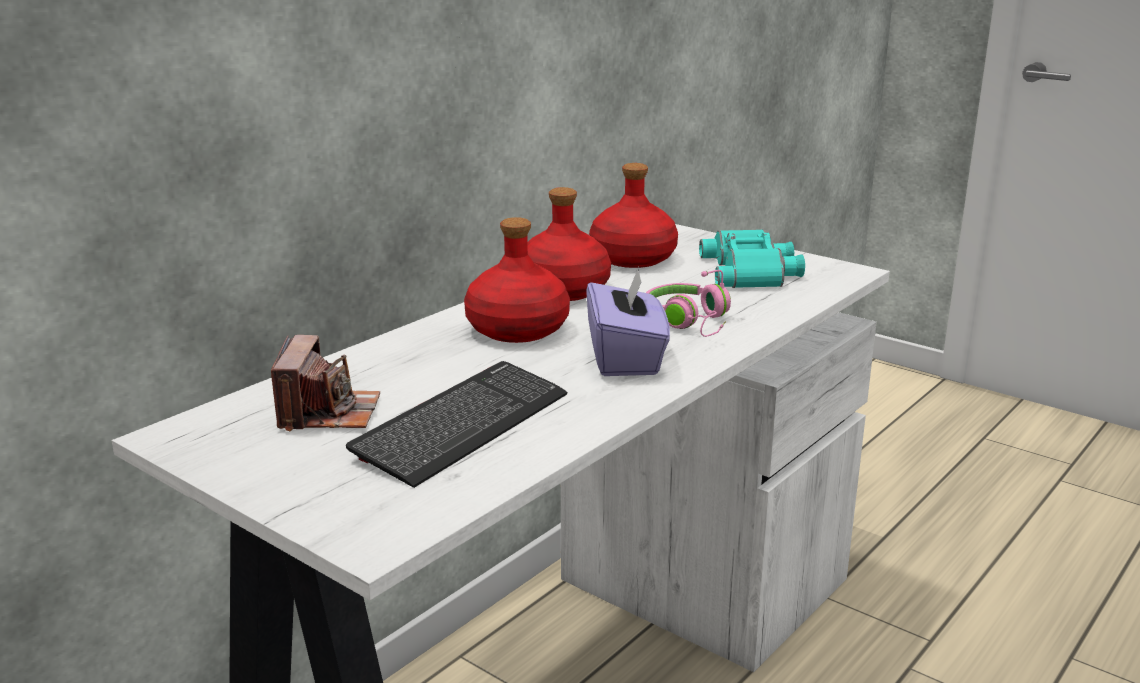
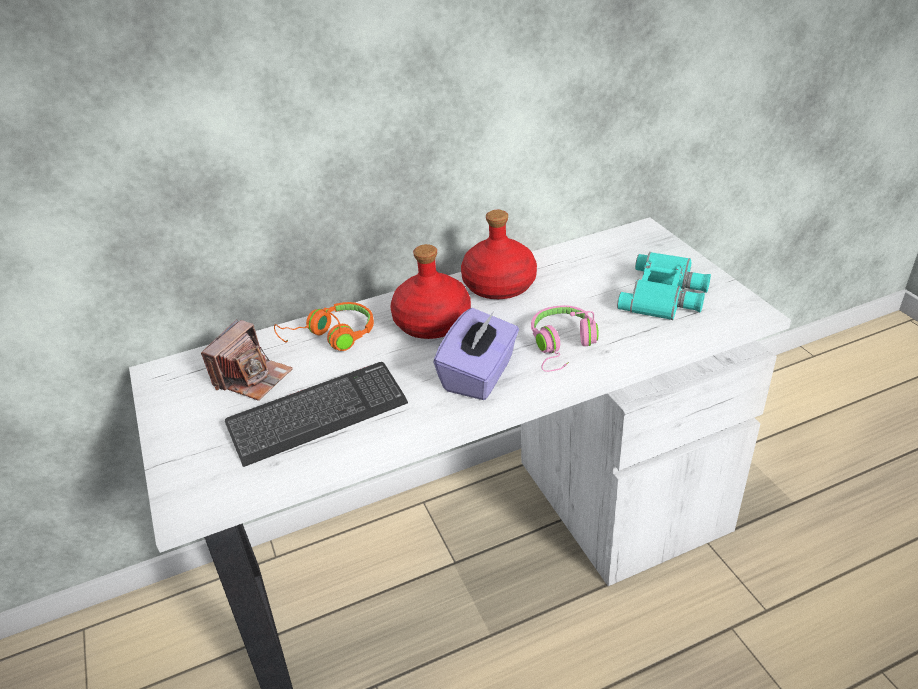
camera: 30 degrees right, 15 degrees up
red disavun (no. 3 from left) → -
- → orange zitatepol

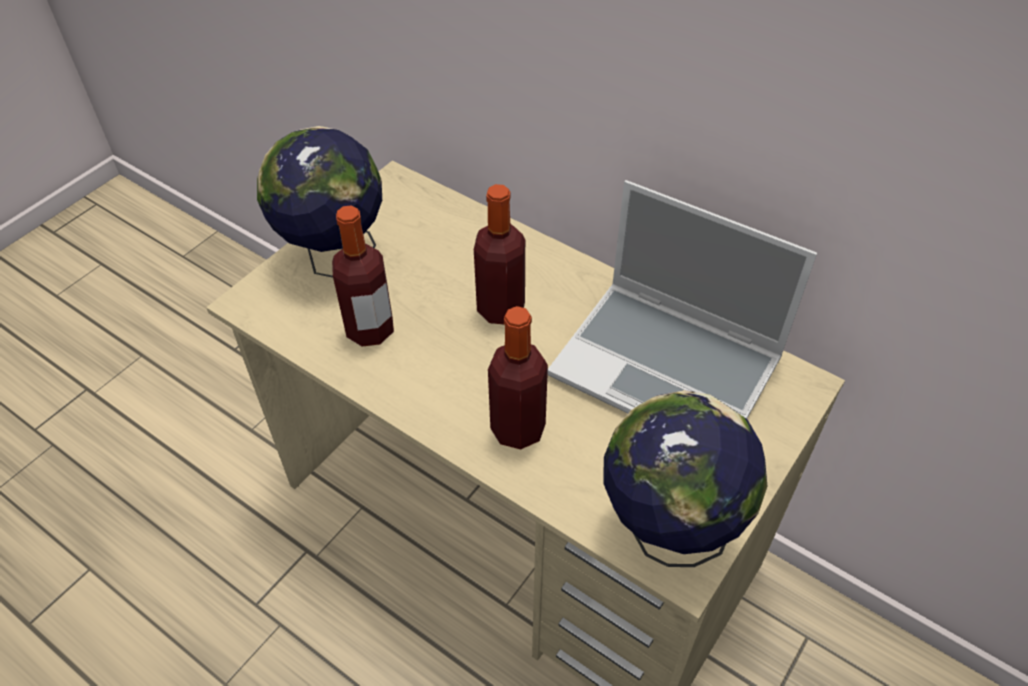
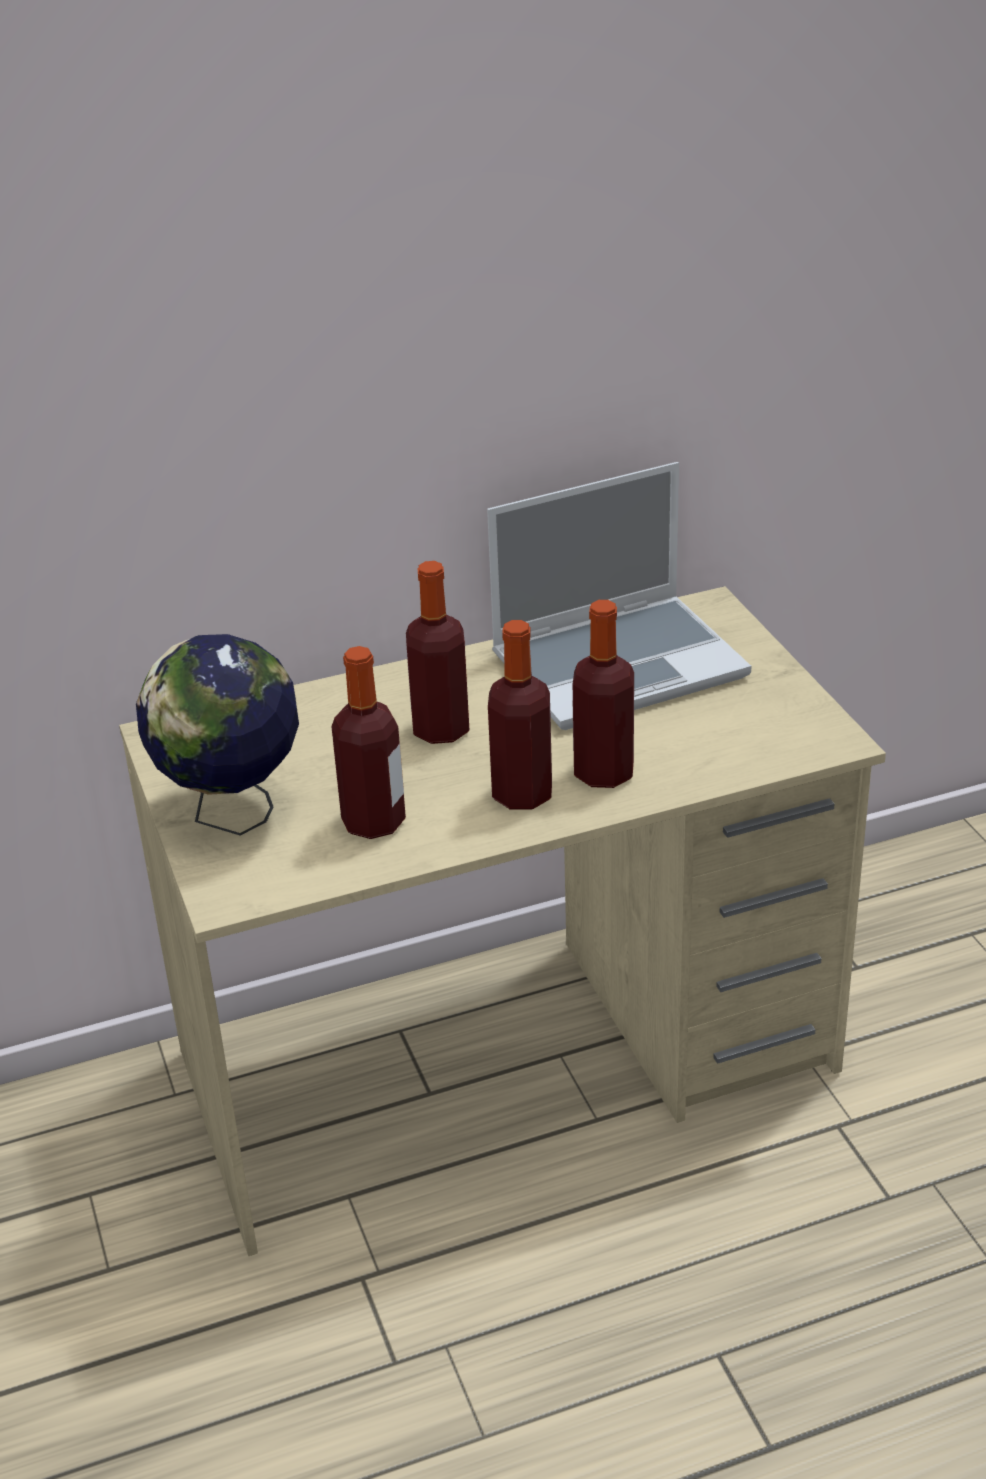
camera: 55 degrees left, 15 degrees down
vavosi (no. 2 from left) → -
- → disavun (no. 3 from left)

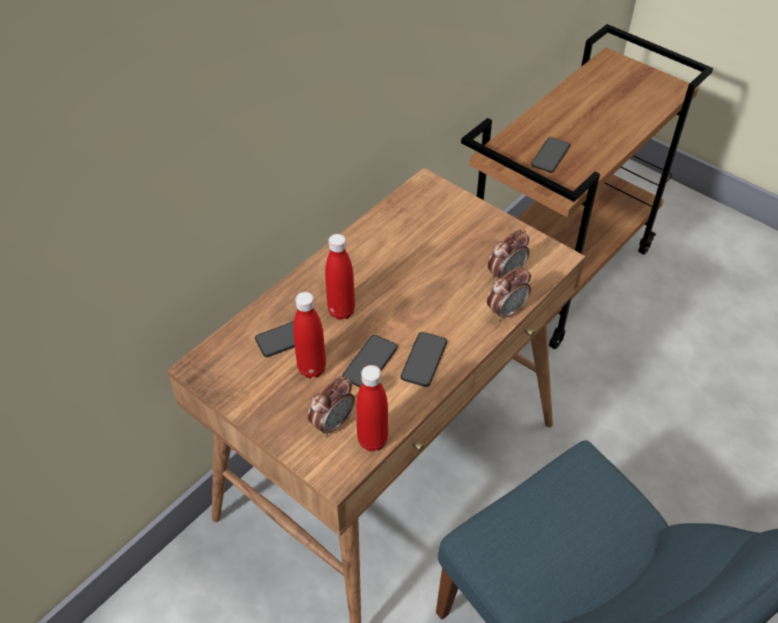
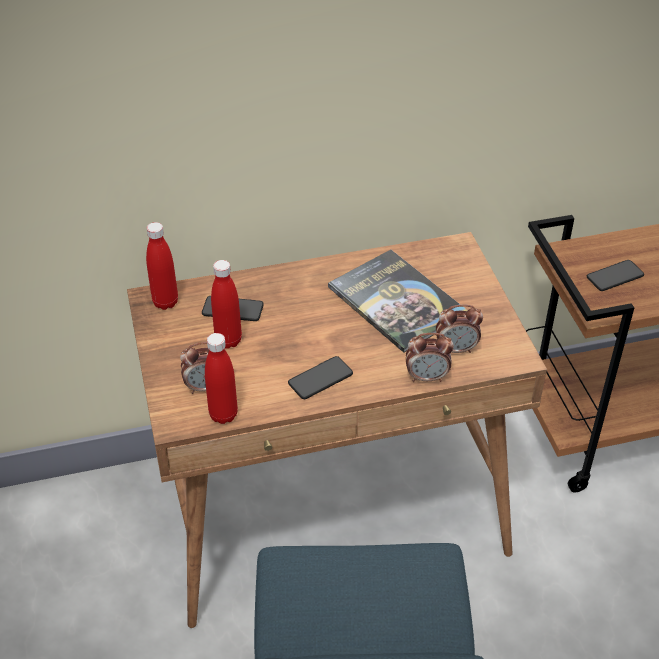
camera: 35 degrees right, 5 degrees down
red disavun (no. 2 from left in the first image) → red disavun (no. 1 from left), shifted
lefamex (no. 2 from left) → -
- → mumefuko

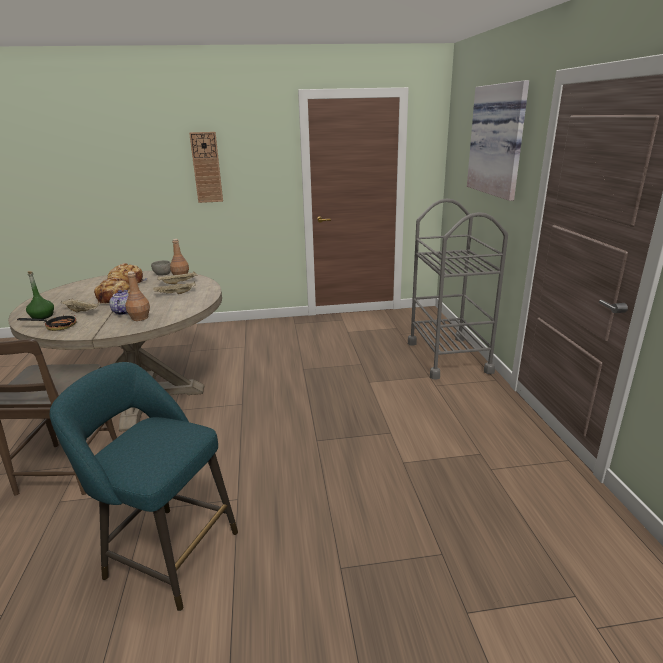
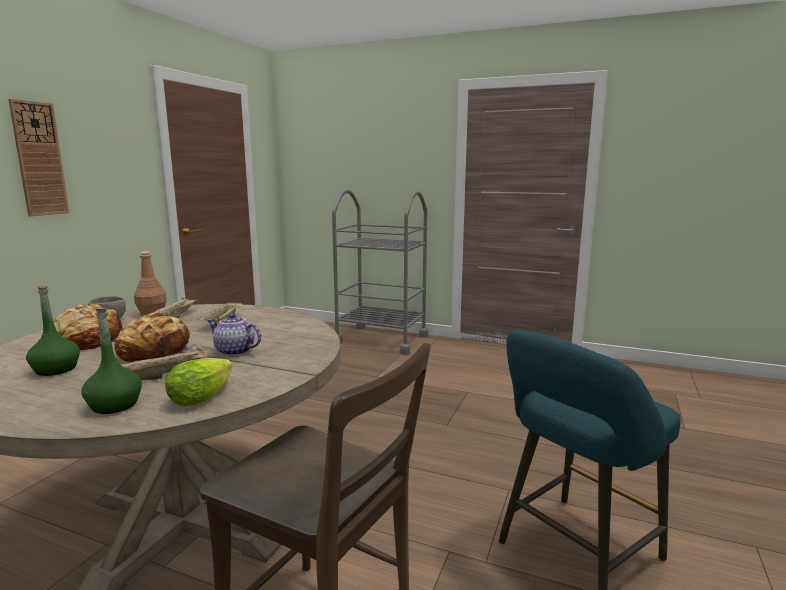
camera: 60 degrees left, 10 degrees down
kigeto → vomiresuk
brown disavun (no. 1 from left) → -
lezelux → -
- → green disavun (no. 1 from left)

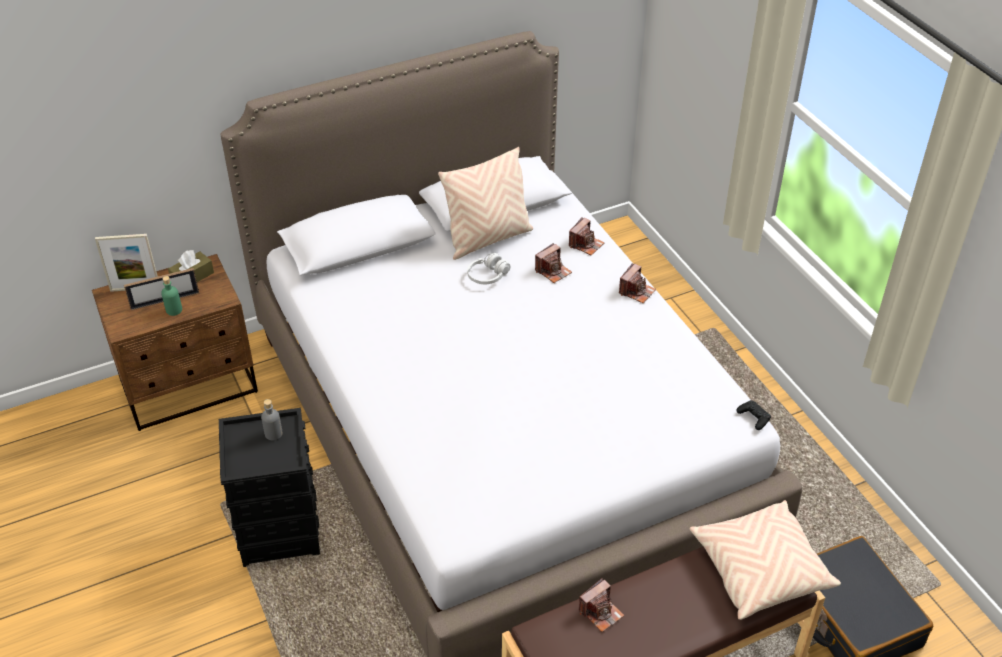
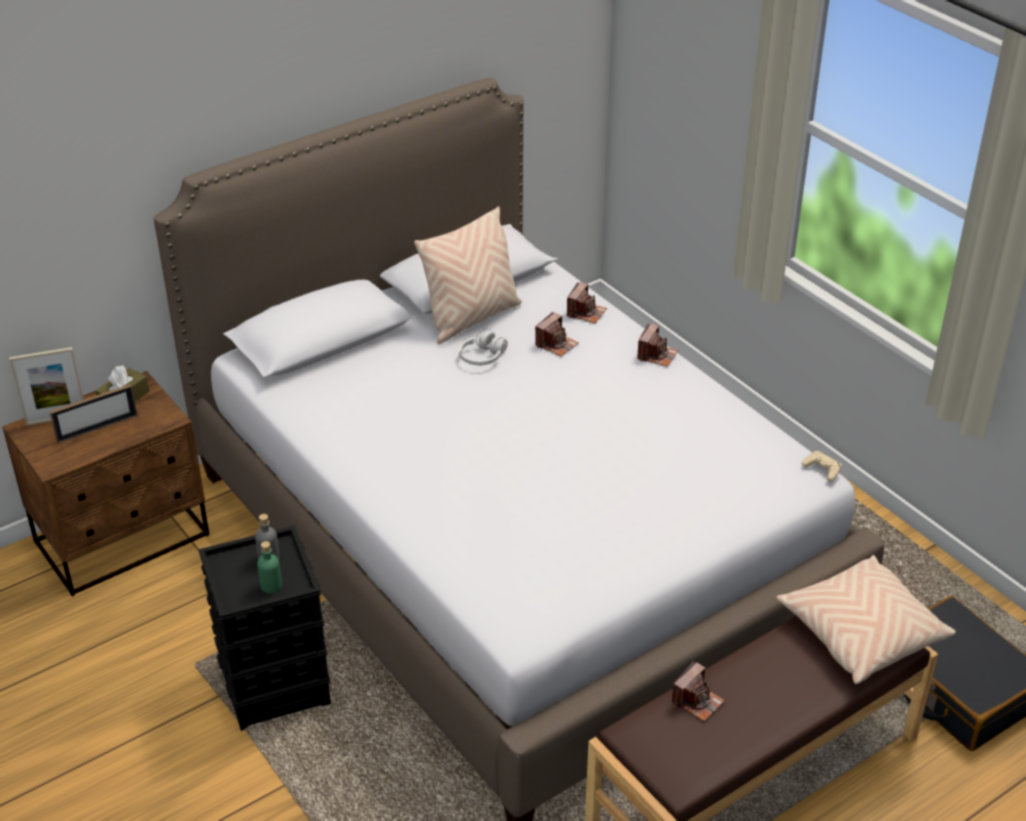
camera: 10 degrees left, 5 degrees down
green disavun, shifted
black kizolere → beige kizolere

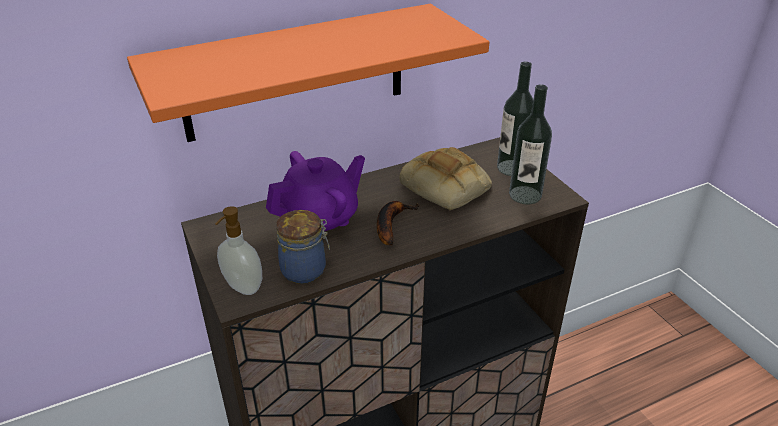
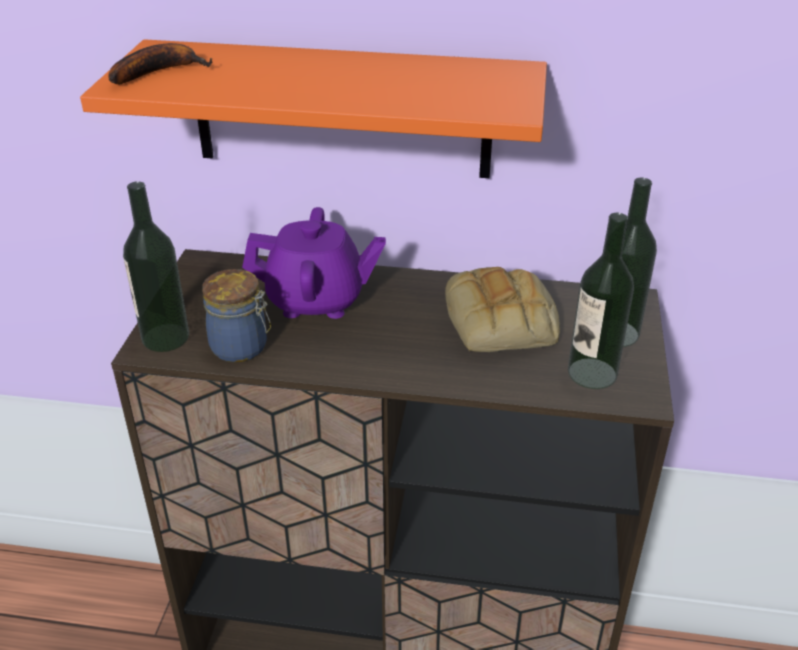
camera: 35 degrees right, 0 degrees up
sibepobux → disavun (no. 1 from left)
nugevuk, shifted

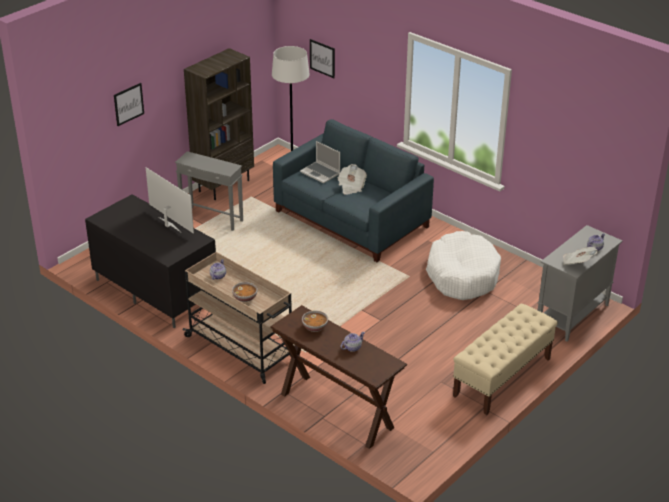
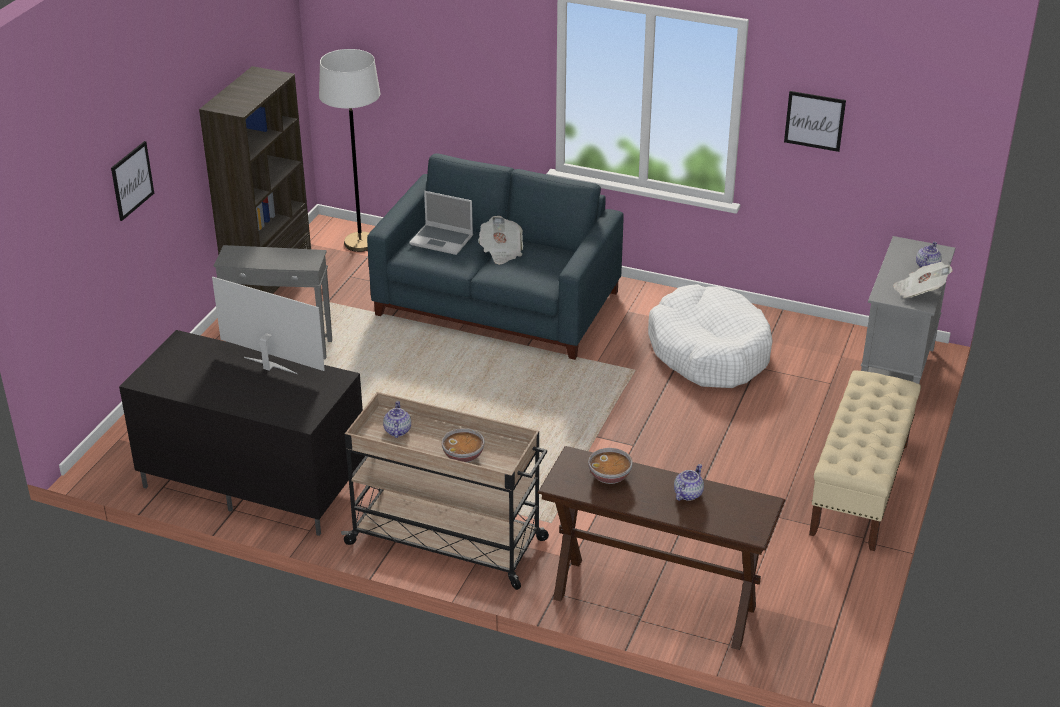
camera: 20 degrees left, 0 degrees up
lezelux (no. 2 from left), shifted

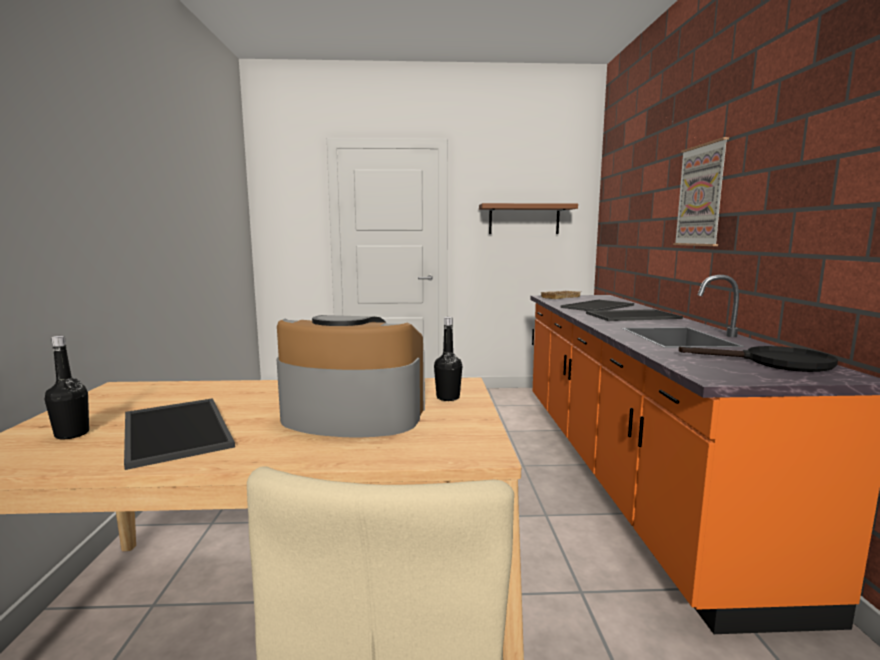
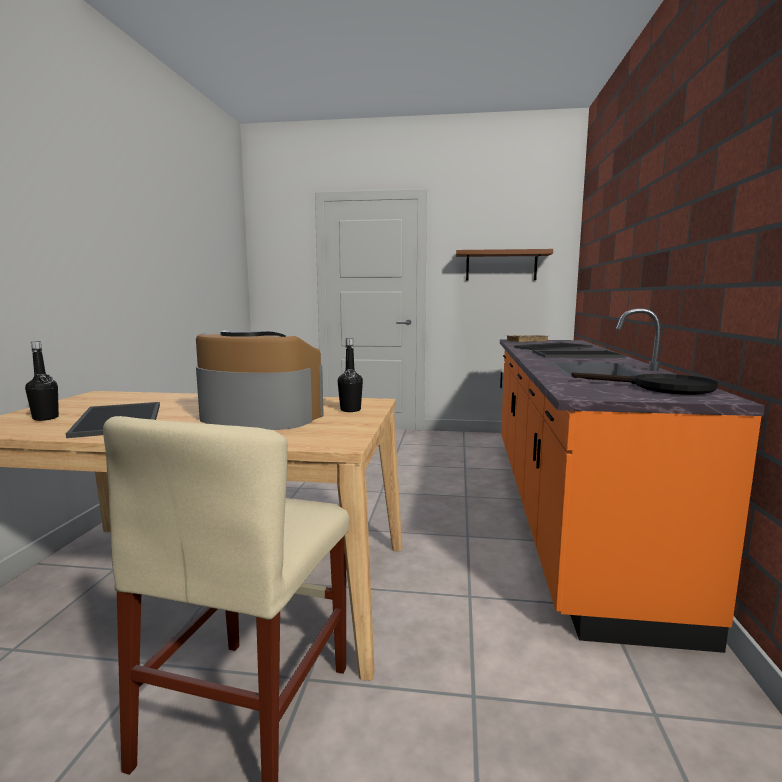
camera: 10 degrees right, 0 degrees up
lezelux → -

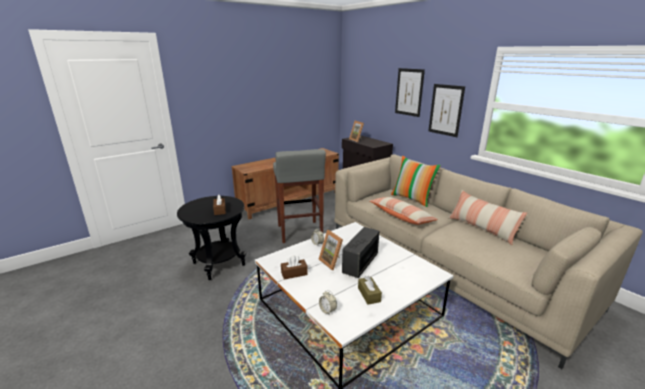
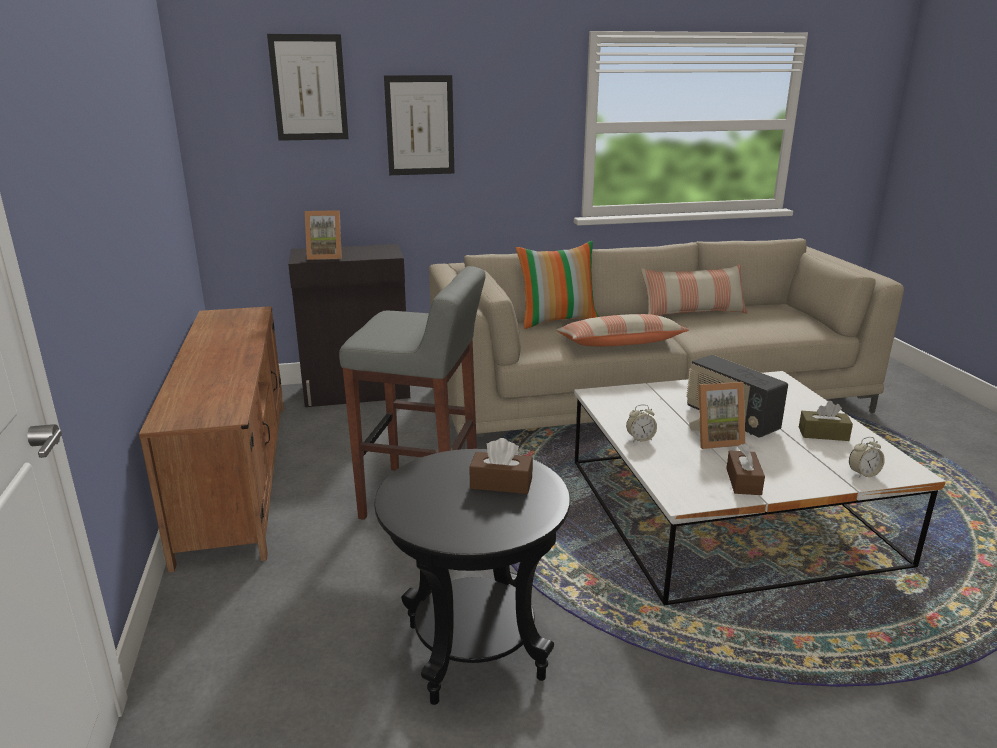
camera: 65 degrees left, 0 degrees up
lezelux (no. 2 from left in the first image) → lezelux (no. 1 from left), shifted

